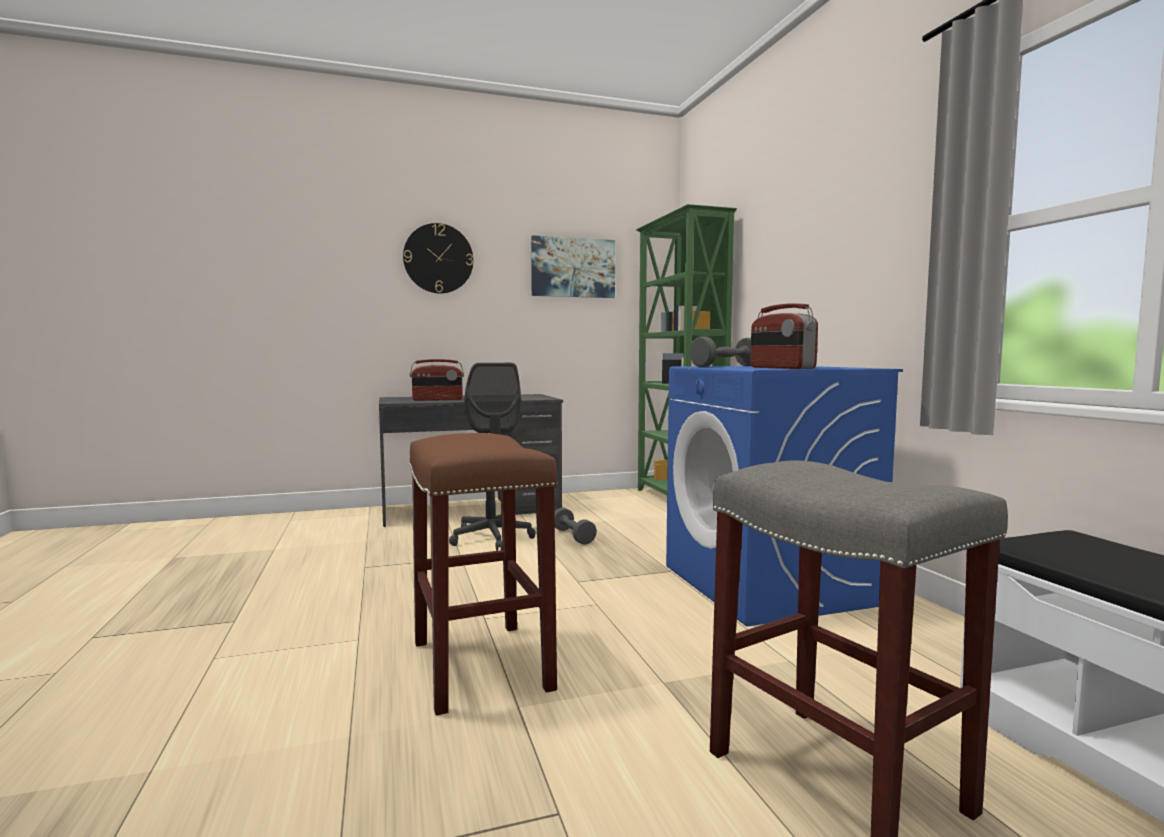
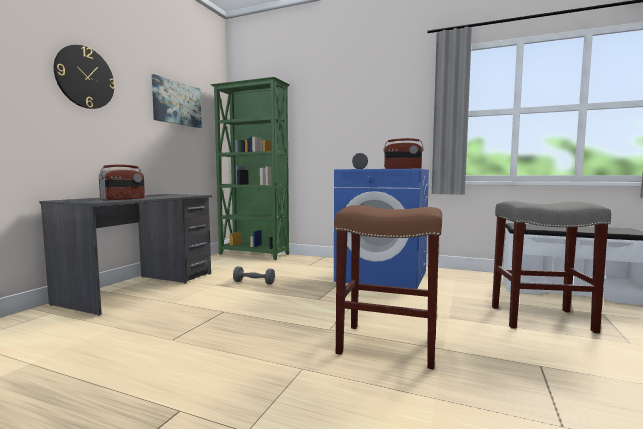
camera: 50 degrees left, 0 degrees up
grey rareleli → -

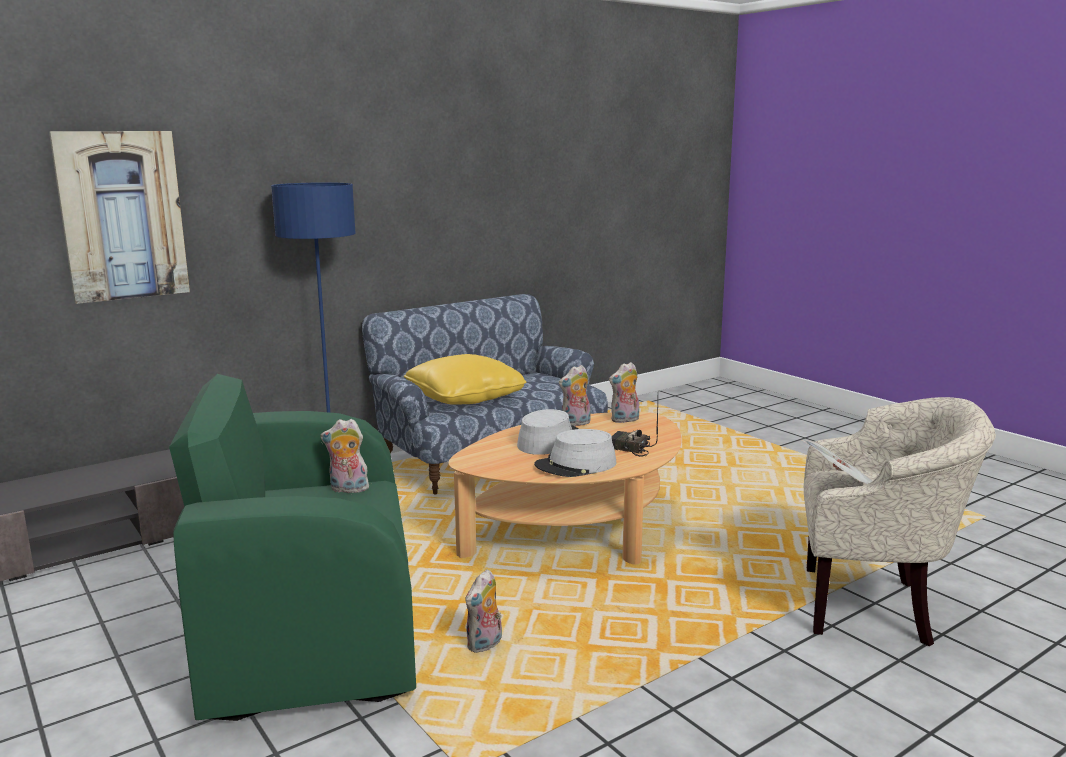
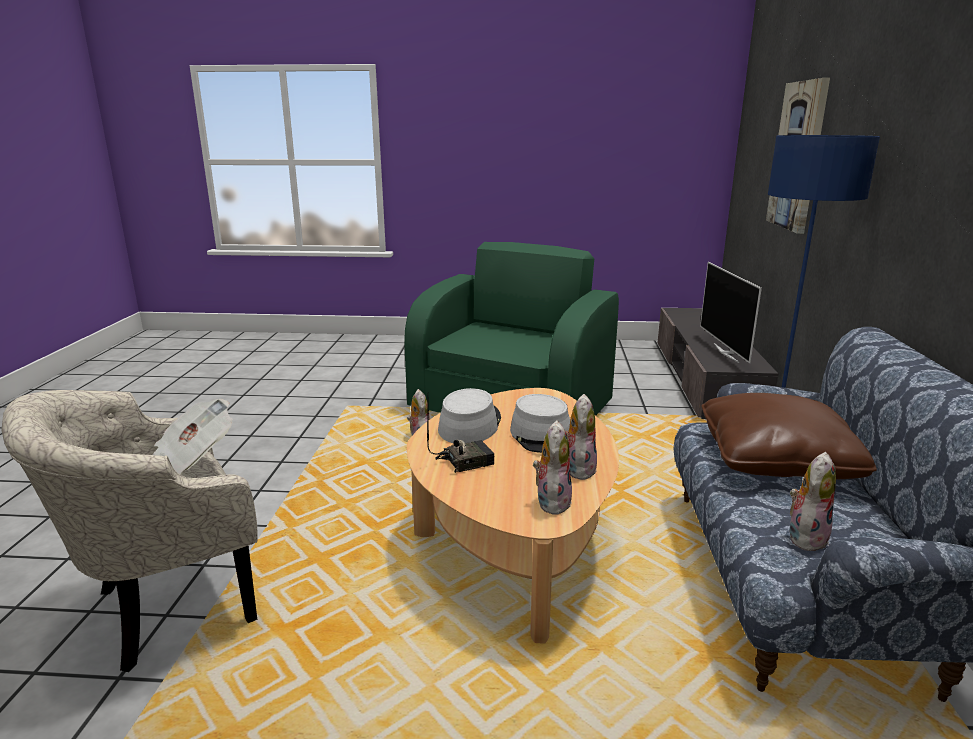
camera: 130 degrees right, 5 degrees up
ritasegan (no. 1 from left in the first image) → ritasegan (no. 4 from left), shifted
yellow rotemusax → brown rotemusax
- → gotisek

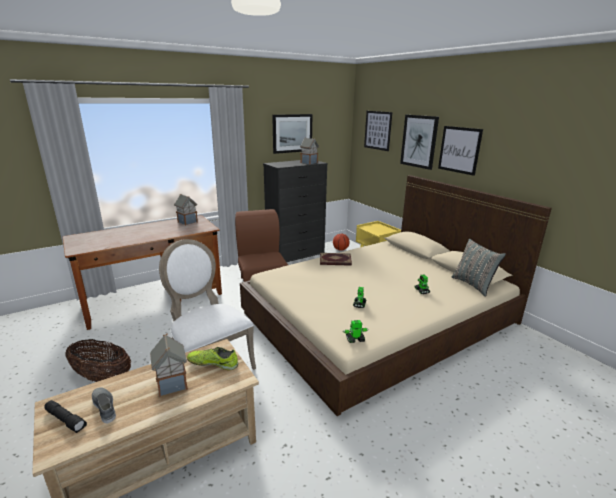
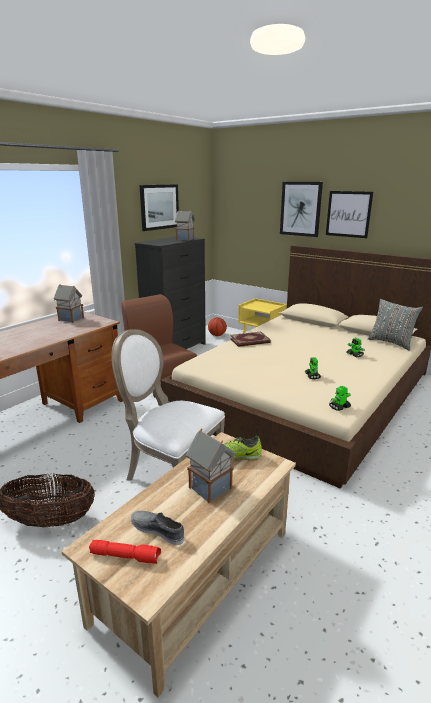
camera: 20 degrees left, 0 degrees up
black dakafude → red dakafude
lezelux (no. 2 from left) → -

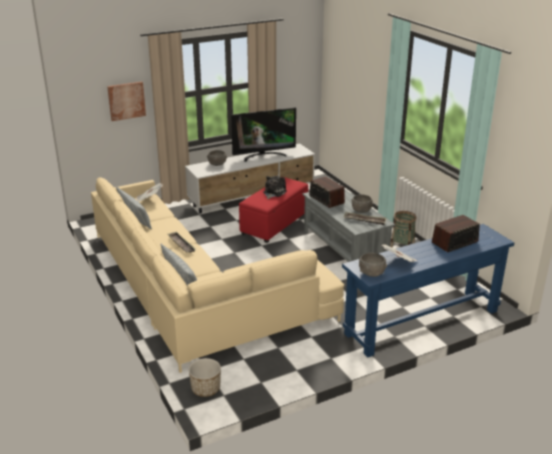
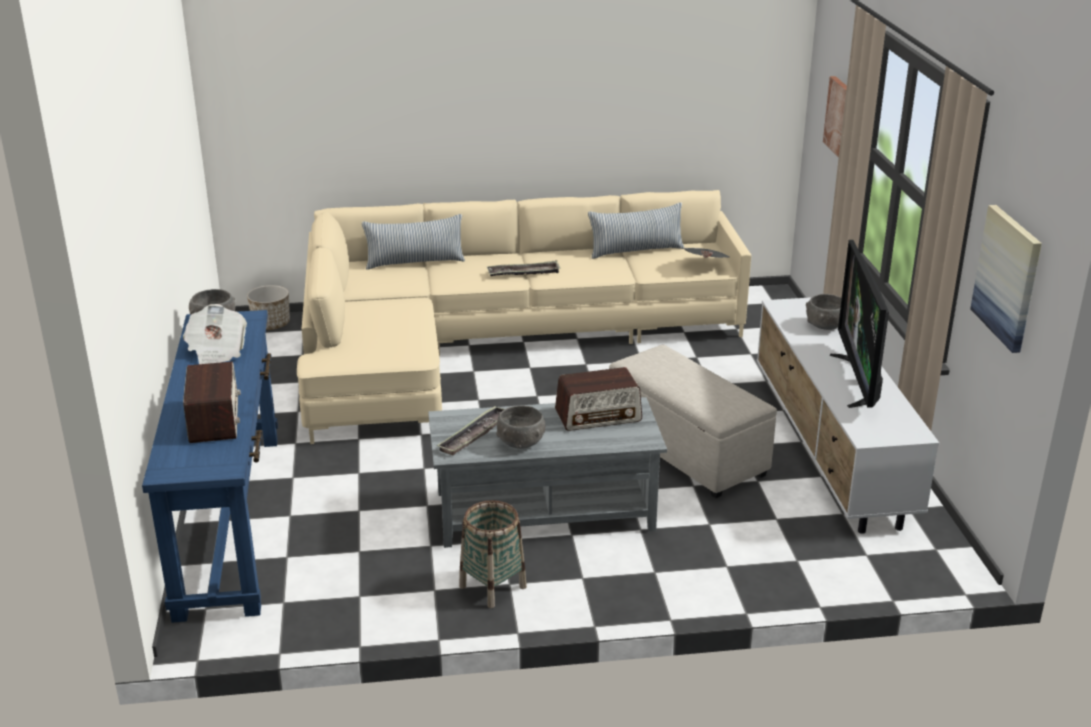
camera: 110 degrees right, 0 degrees up
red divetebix → beige divetebix
ritasegan → -
- → lezelux (no. 2 from left)

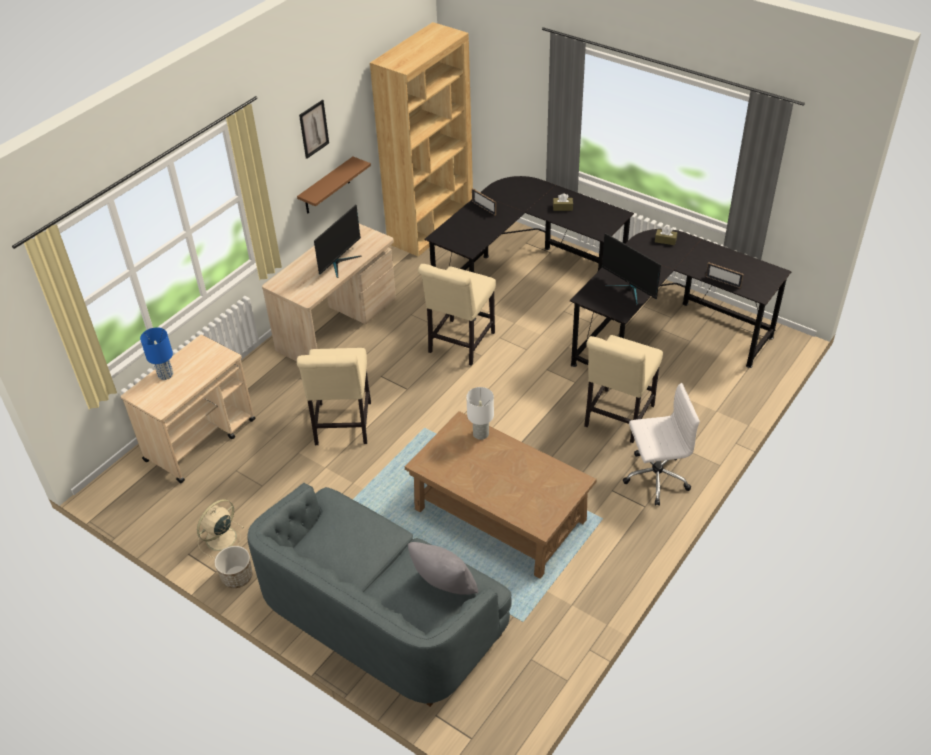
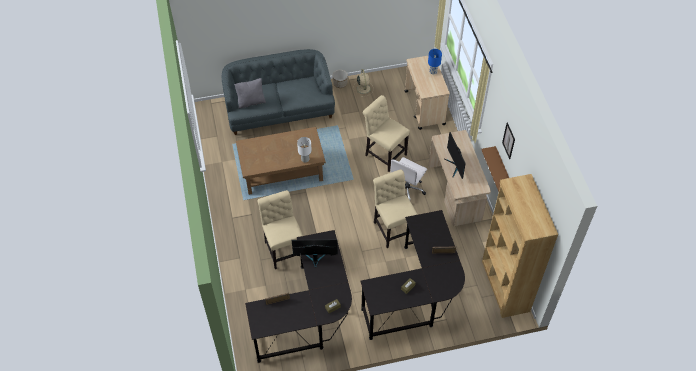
camera: 130 degrees right, 10 degrees up
white rareleli, shifted

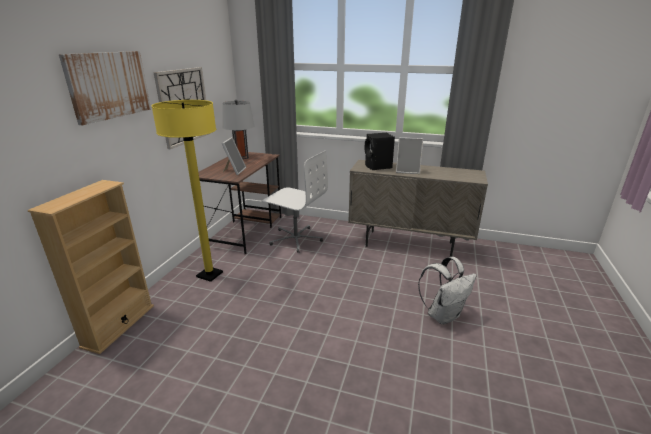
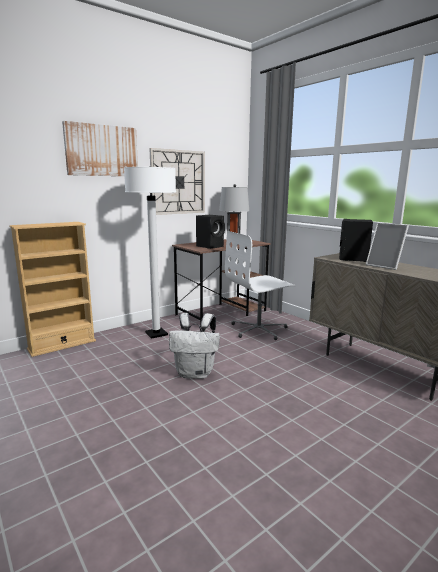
camera: 35 degrees right, 10 degrees down
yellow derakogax → white derakogax
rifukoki (no. 1 from left) → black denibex (no. 1 from left)
white rareleli, 90 degrees clockwise
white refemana, shifted

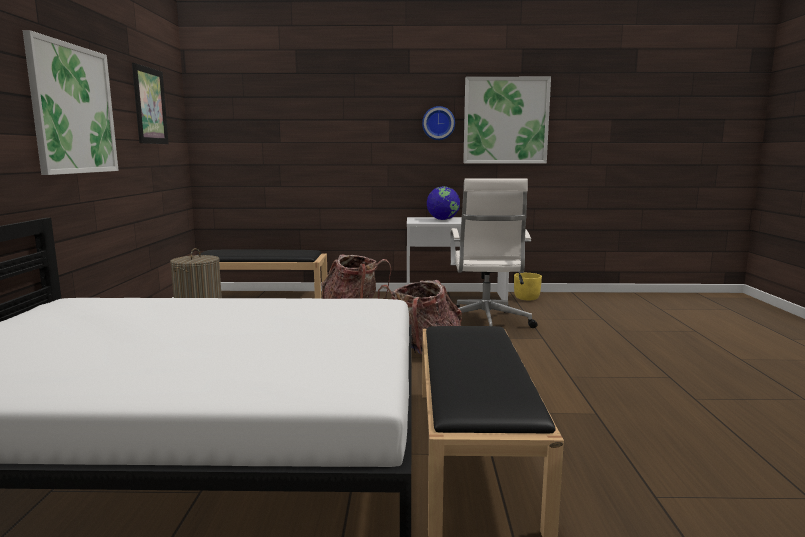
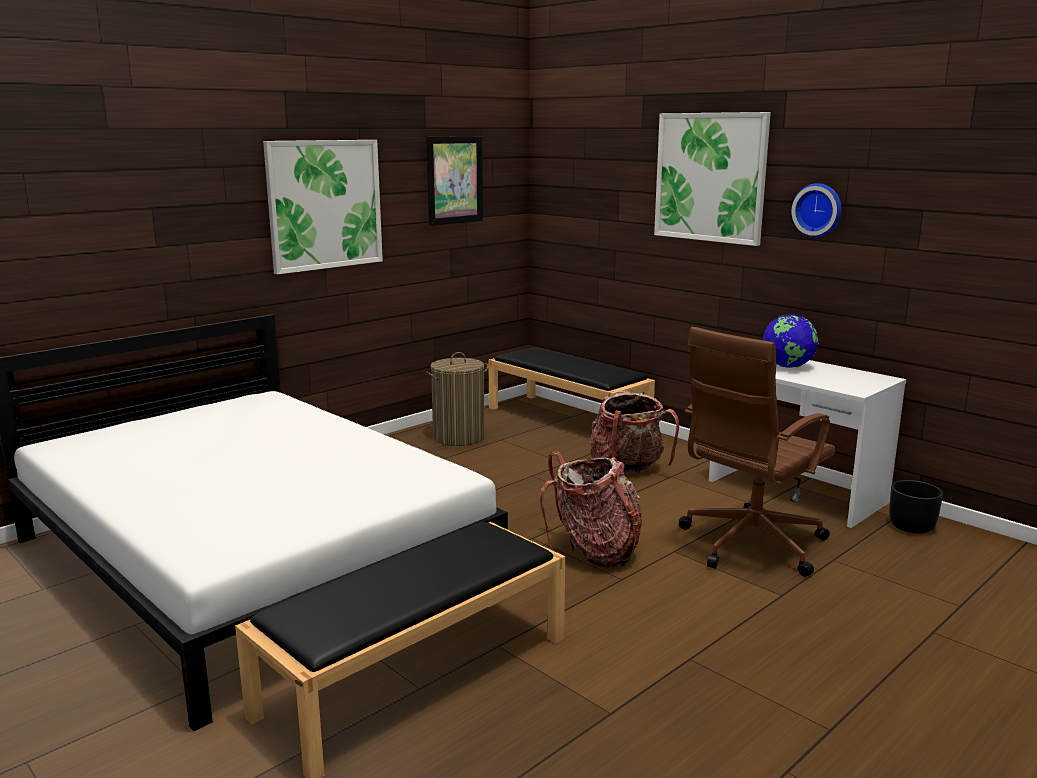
camera: 45 degrees right, 5 degrees up
white rareleli → brown rareleli
lezelux (no. 3 from left), shifted
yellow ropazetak → black ropazetak

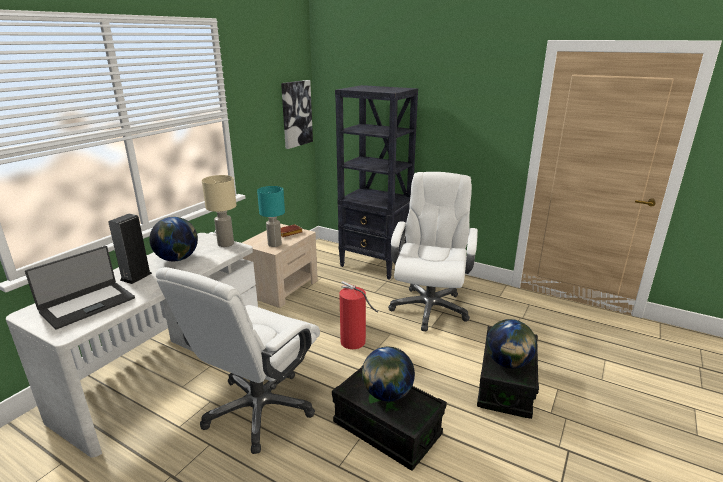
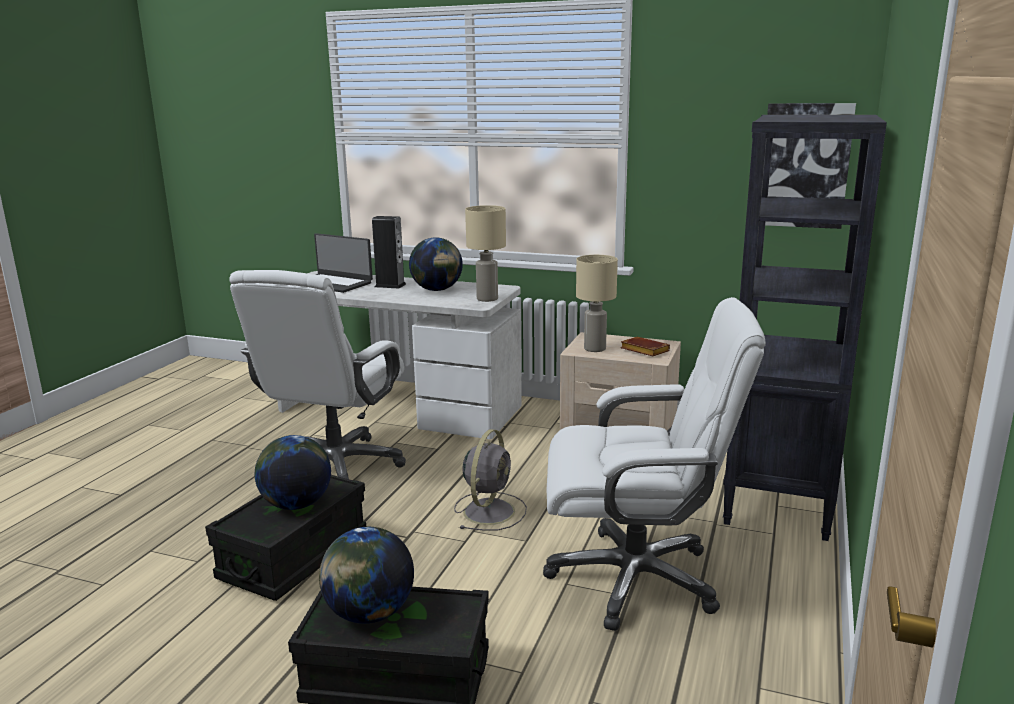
camera: 80 degrees right, 5 degrees down
white rareleli (no. 1 from left), 90 degrees counterclockwise
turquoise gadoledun → beige gadoledun (no. 2 from left)
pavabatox → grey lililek

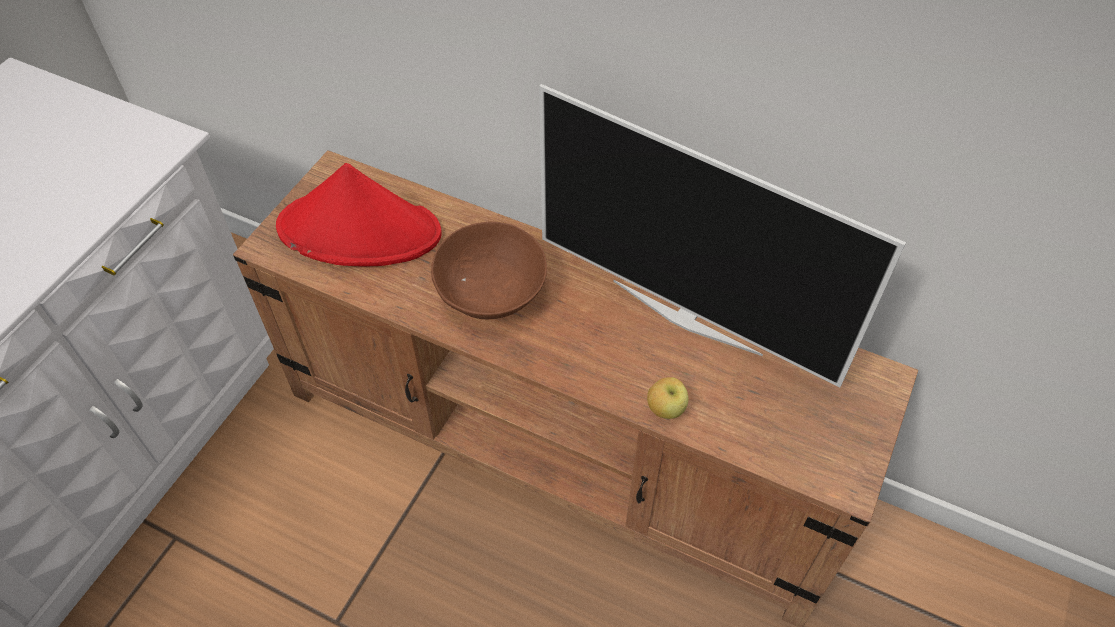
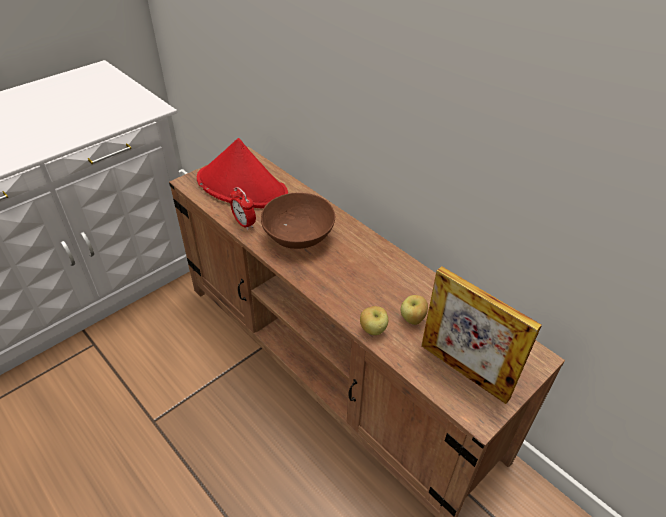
camera: 20 degrees right, 10 degrees down
gotisek → -
- → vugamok
- → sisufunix (no. 2 from left)
- → rifukoki

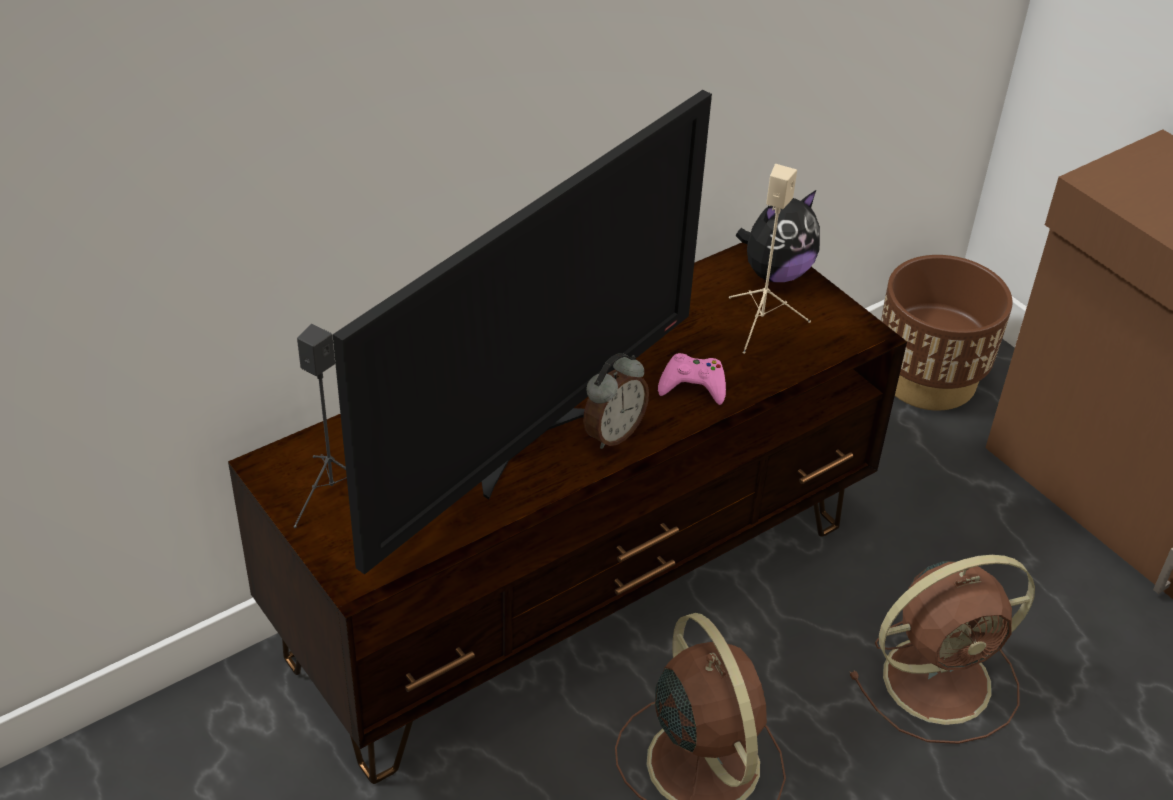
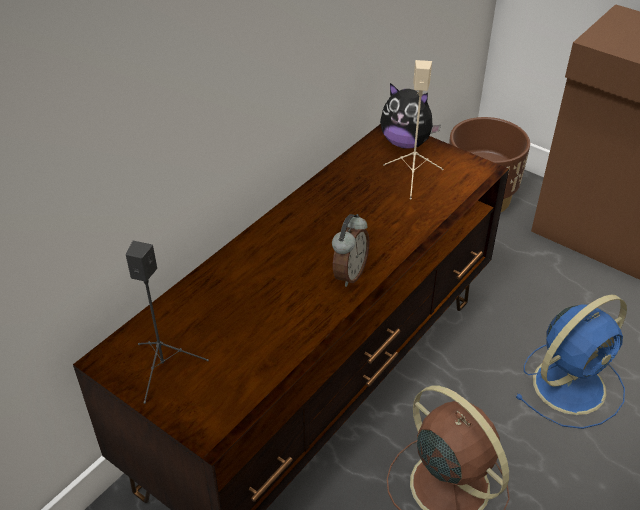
camera: 15 degrees left, 0 degrees up
gotisek → -
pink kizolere → -
ritasegan, 75 degrees clockwise
brown lililek (no. 2 from left) → blue lililek

